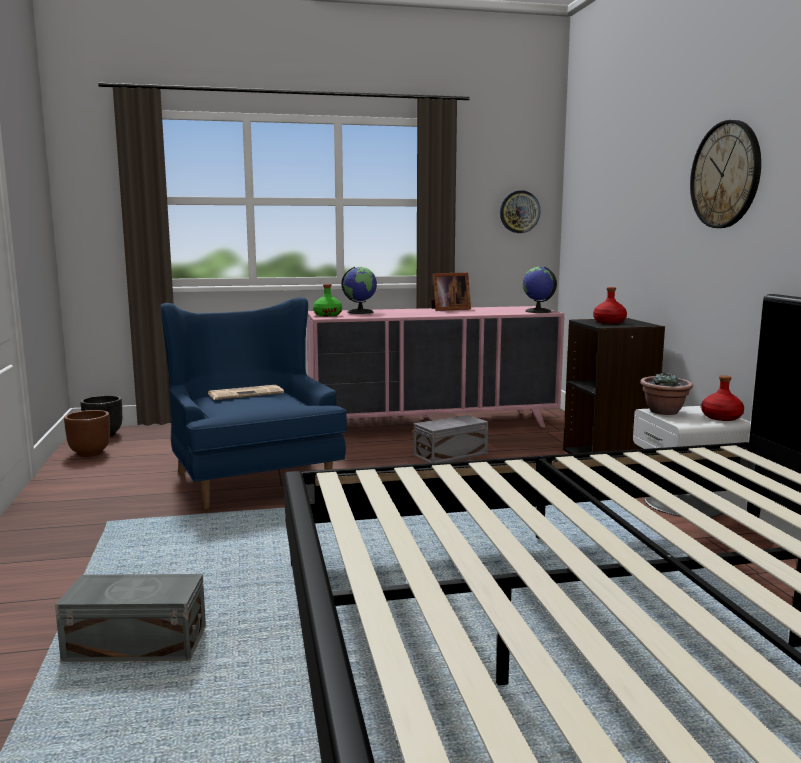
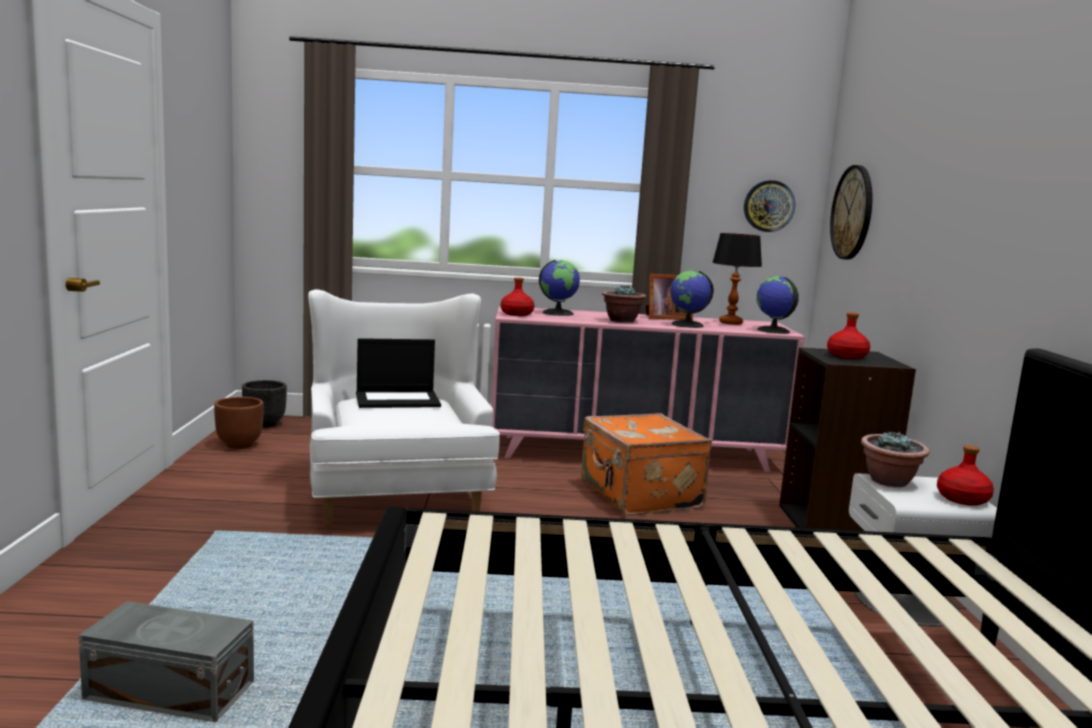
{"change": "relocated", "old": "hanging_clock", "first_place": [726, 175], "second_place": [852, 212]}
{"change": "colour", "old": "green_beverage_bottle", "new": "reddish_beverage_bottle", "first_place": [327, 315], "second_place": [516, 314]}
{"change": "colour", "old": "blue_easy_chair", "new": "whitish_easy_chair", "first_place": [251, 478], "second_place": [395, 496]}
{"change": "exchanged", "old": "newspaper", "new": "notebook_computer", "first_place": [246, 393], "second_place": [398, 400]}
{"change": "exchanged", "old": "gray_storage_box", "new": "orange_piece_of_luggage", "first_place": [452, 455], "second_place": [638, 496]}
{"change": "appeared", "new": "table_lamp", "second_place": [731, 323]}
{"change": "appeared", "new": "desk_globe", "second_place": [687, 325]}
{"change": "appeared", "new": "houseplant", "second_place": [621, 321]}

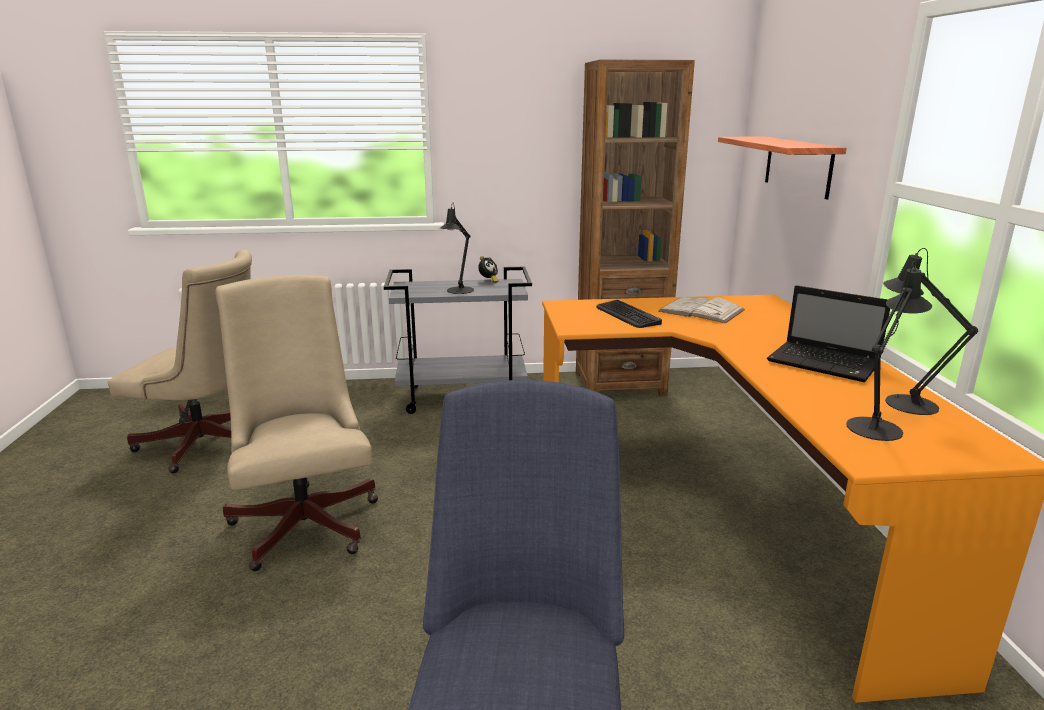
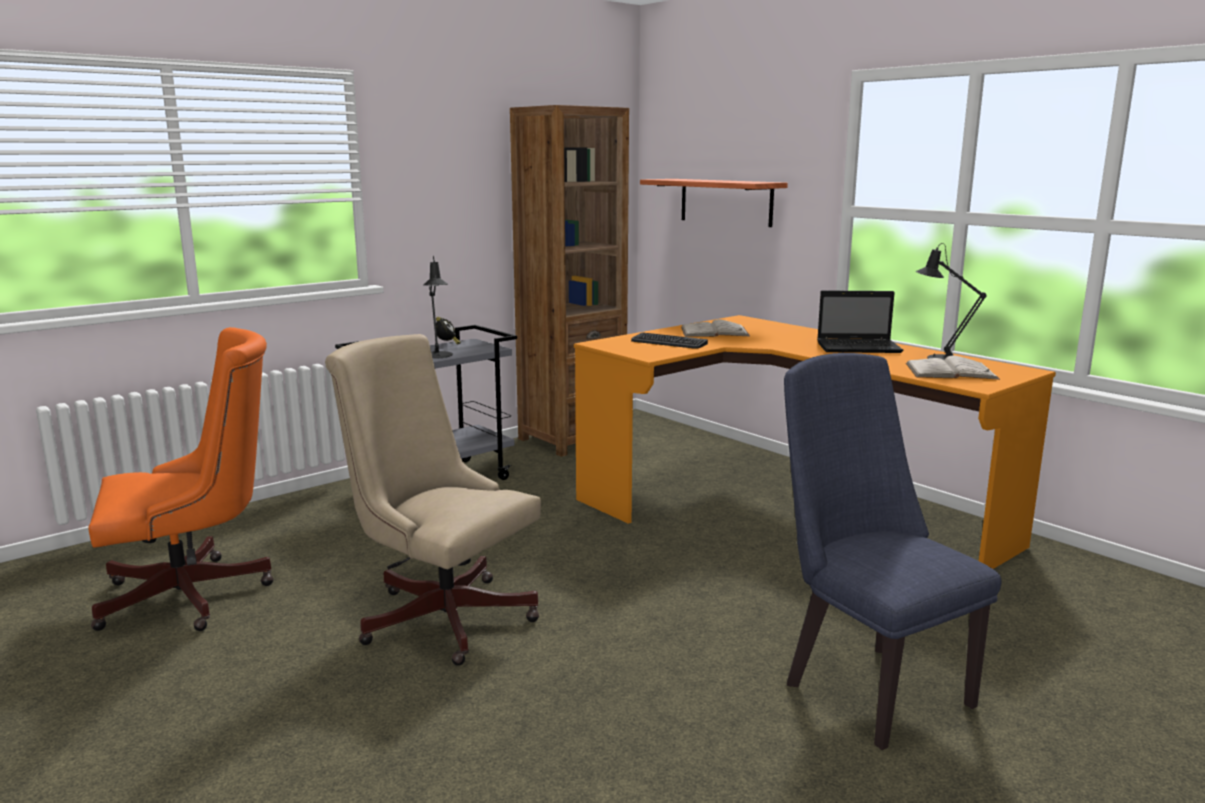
{"change": "colour", "old": "beige_office_chair", "new": "orange_office_chair", "first_place": [208, 444], "second_place": [196, 595]}
{"change": "exchanged", "old": "blackish_table_lamp", "new": "whitish_volume", "first_place": [877, 426], "second_place": [950, 371]}

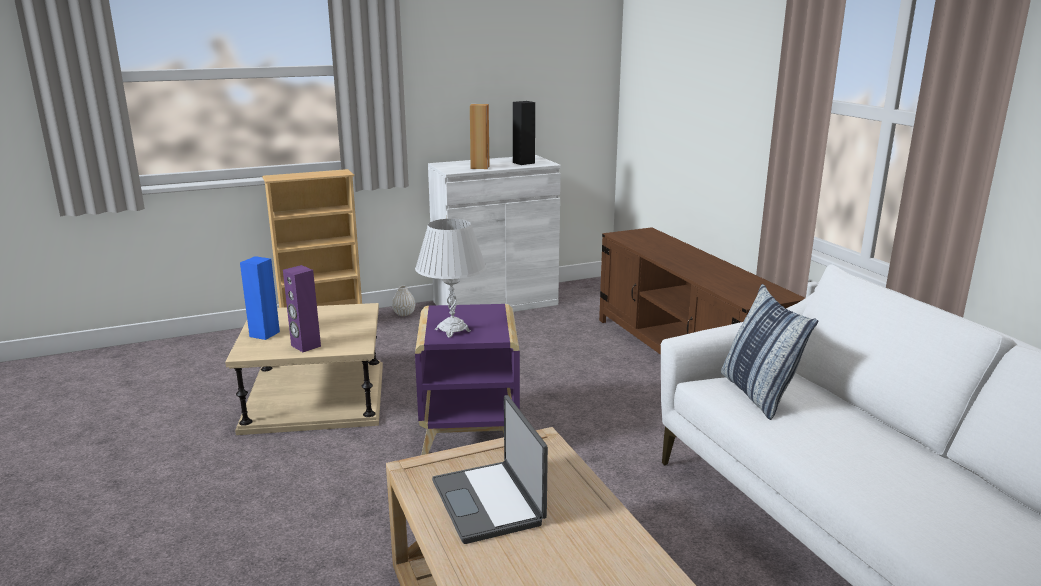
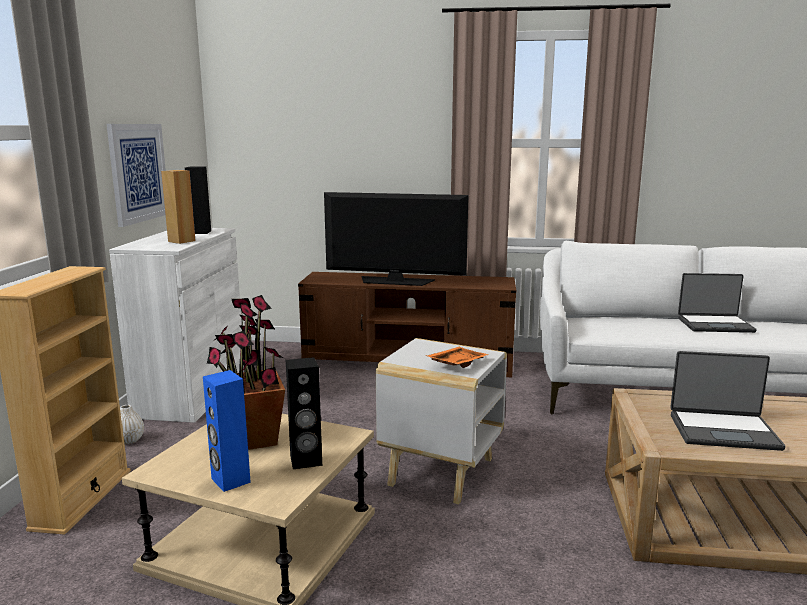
{"change": "exchanged", "old": "whitish_table_lamp", "new": "orange_serving_tray", "first_place": [452, 330], "second_place": [456, 364]}
{"change": "colour", "old": "purplish_speaker", "new": "blackish_speaker", "first_place": [305, 346], "second_place": [306, 461]}
{"change": "missing", "old": "cushion", "first_place": [758, 394]}
{"change": "colour", "old": "purplish_accent_table", "new": "whitish_accent_table", "first_place": [471, 434], "second_place": [441, 470]}
{"change": "appeared", "new": "wall_art", "second_place": [138, 172]}
{"change": "appeared", "new": "television", "second_place": [395, 281]}
{"change": "appeared", "new": "notebook_computer", "second_place": [715, 325]}
{"change": "appeared", "new": "houseplant", "second_place": [252, 439]}

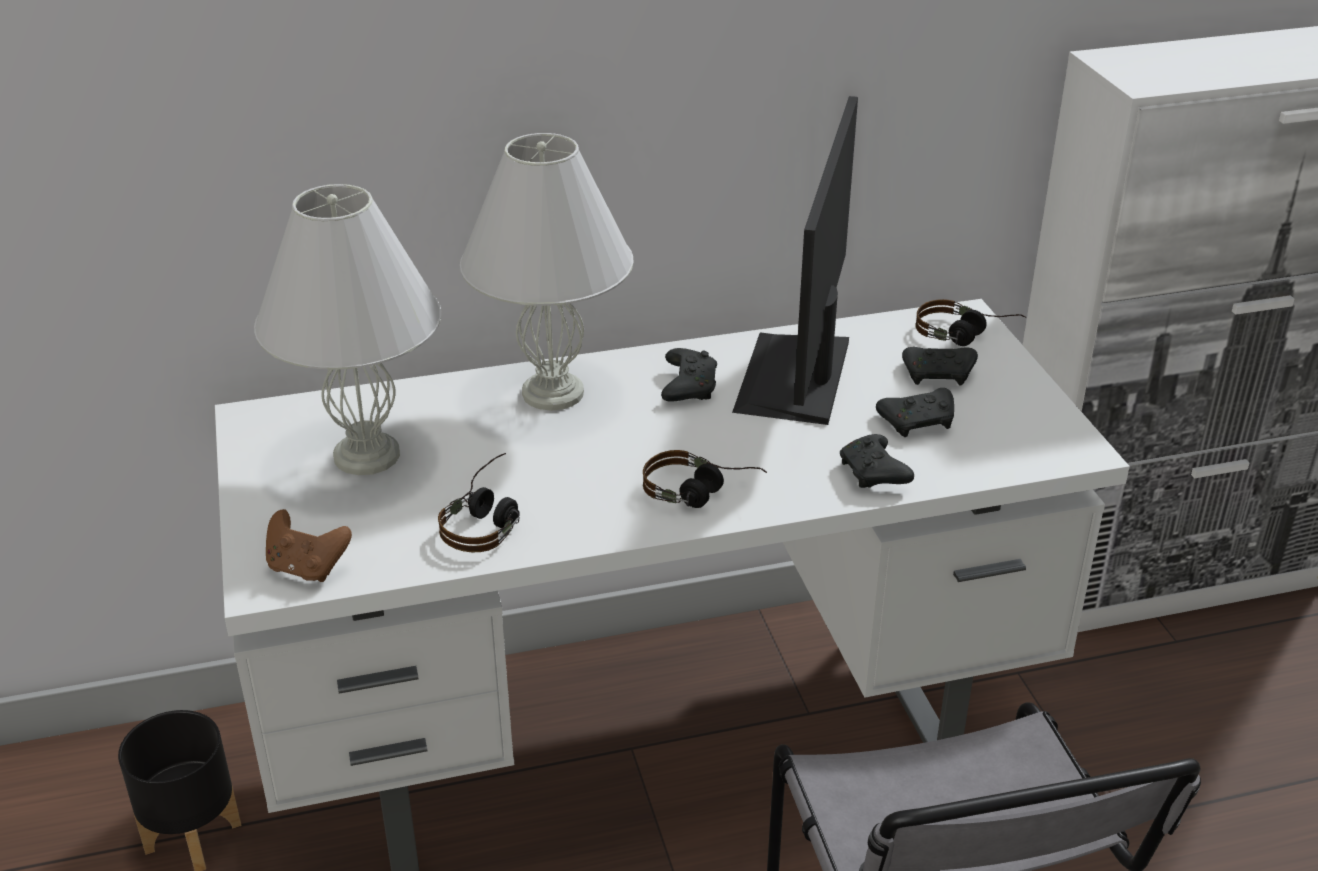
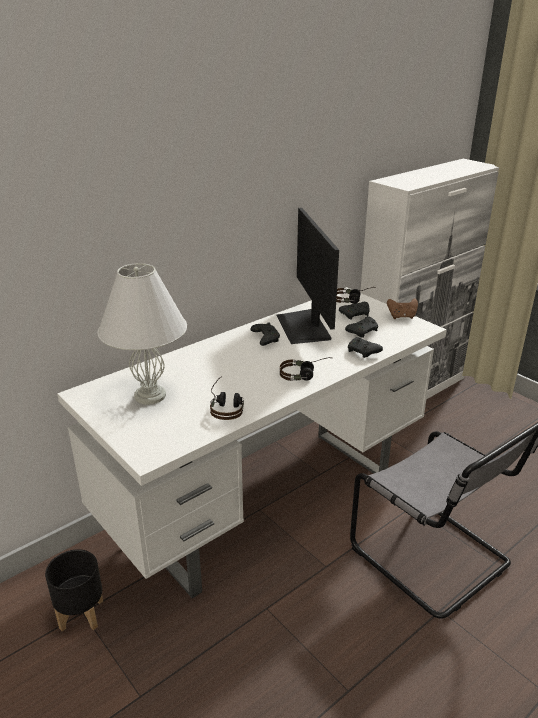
{"change": "missing", "old": "whitish_table_lamp", "first_place": [552, 392]}
{"change": "relocated", "old": "brownish_joypad", "first_place": [307, 568], "second_place": [402, 317]}

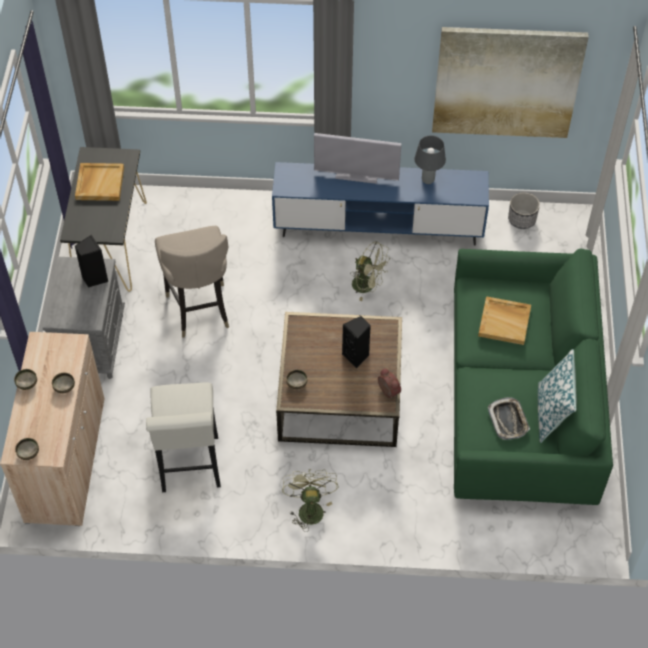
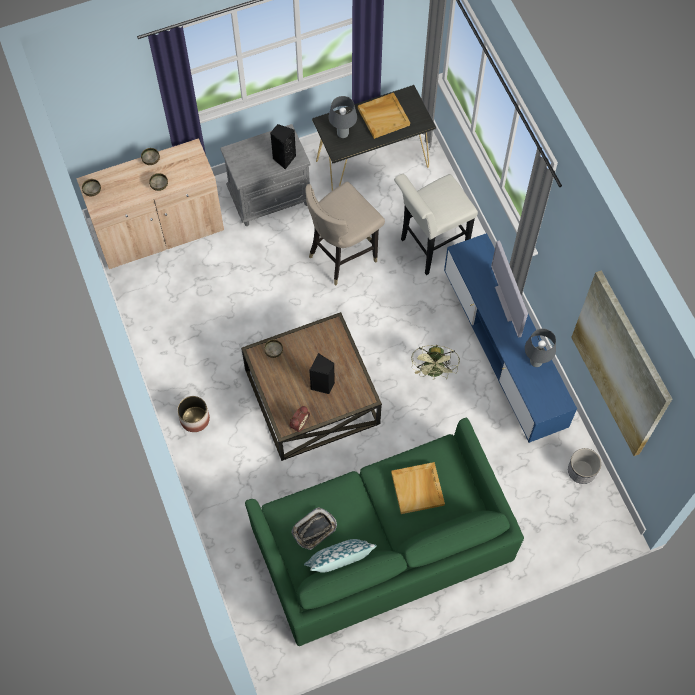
{"change": "relocated", "old": "whitish_sitting_stool", "first_place": [190, 469], "second_place": [429, 248]}
{"change": "exchanged", "old": "green_fan", "new": "planter", "first_place": [309, 508], "second_place": [194, 419]}
{"change": "appeared", "new": "gray_table_lamp", "second_place": [342, 134]}

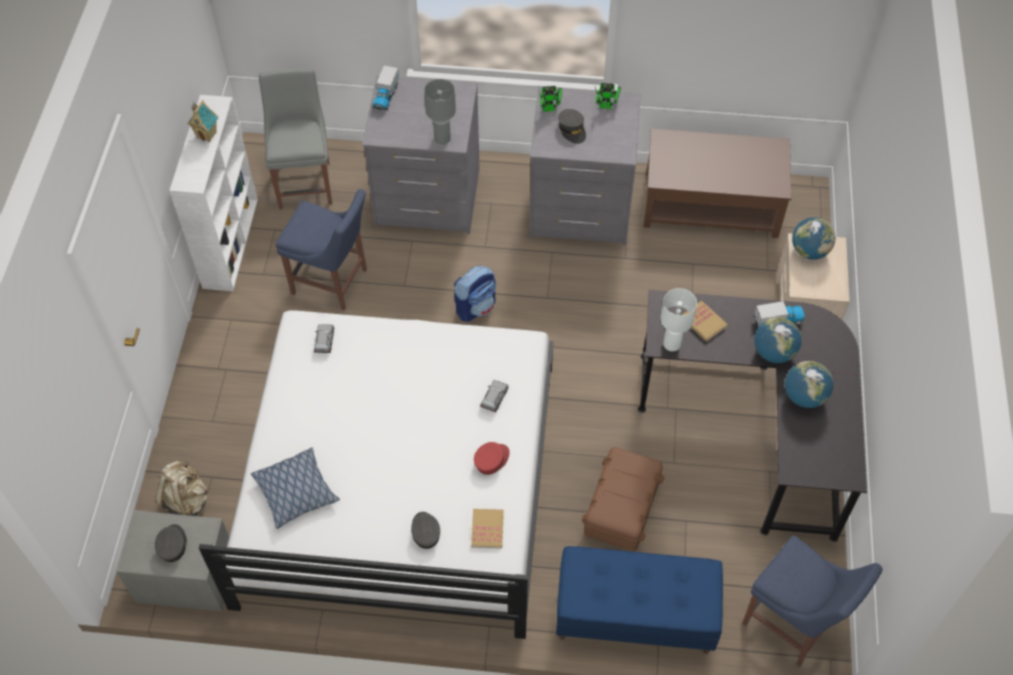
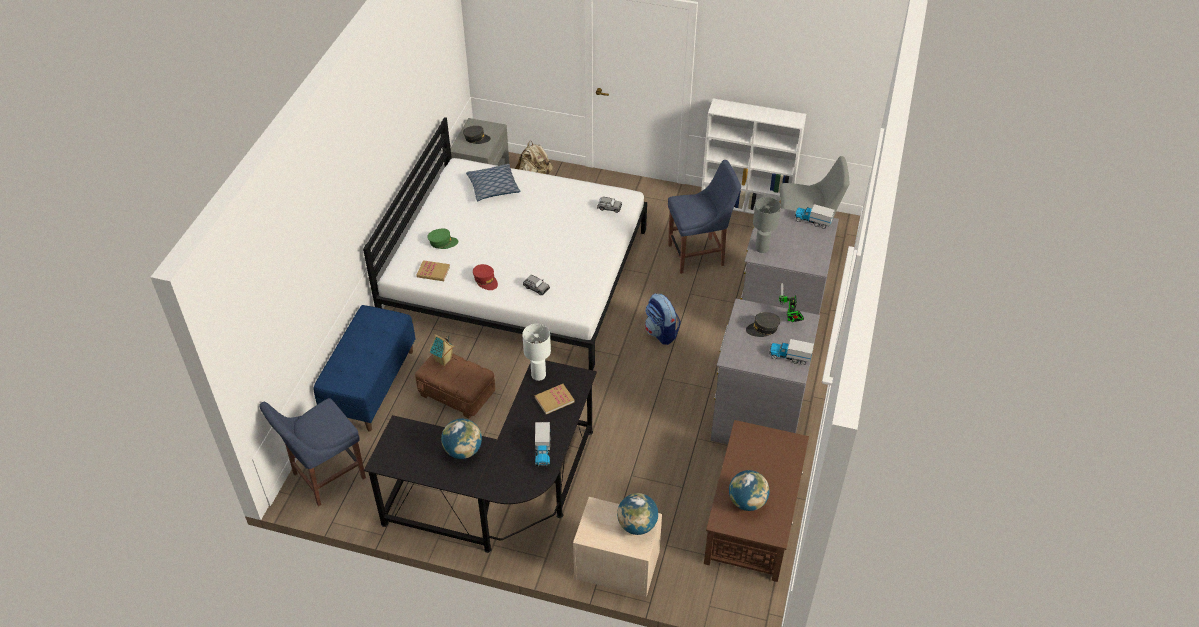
{"change": "exchanged", "old": "model_robot", "new": "toy_lorry", "first_place": [607, 106], "second_place": [790, 357]}
{"change": "relocated", "old": "toy_house", "first_place": [207, 135], "second_place": [443, 360]}
{"change": "spun", "old": "blue_chair", "first_place": [333, 283], "second_place": [699, 255], "degrees": -135}
{"change": "relocated", "old": "desk_globe", "first_place": [773, 352], "second_place": [747, 501]}
{"change": "colour", "old": "gray_cap", "new": "green_cap", "first_place": [425, 532], "second_place": [442, 242]}

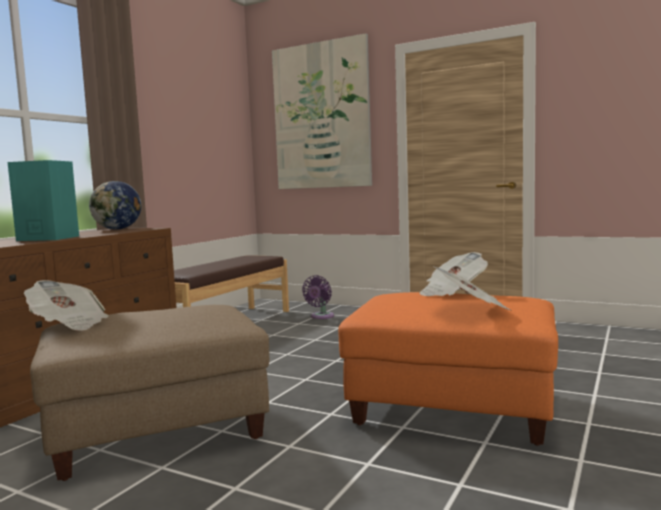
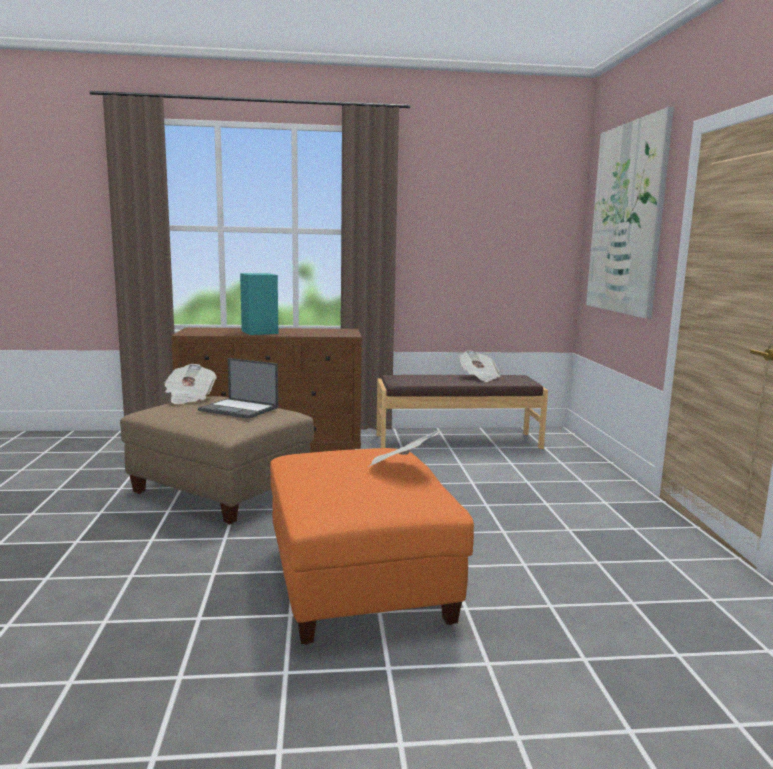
{"change": "missing", "old": "desk_globe", "first_place": [117, 229]}
{"change": "relocated", "old": "newspaper", "first_place": [472, 308], "second_place": [479, 377]}
{"change": "missing", "old": "purplish_fan", "first_place": [321, 316]}
{"change": "appeared", "new": "notebook_computer", "second_place": [240, 409]}

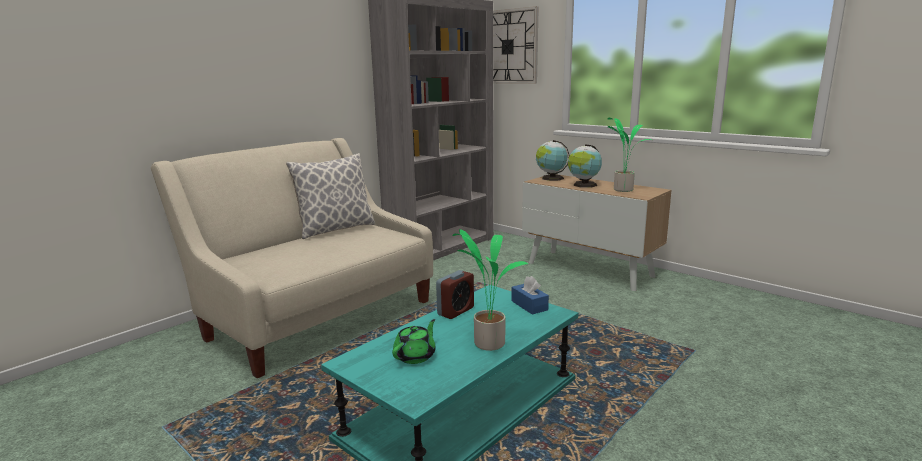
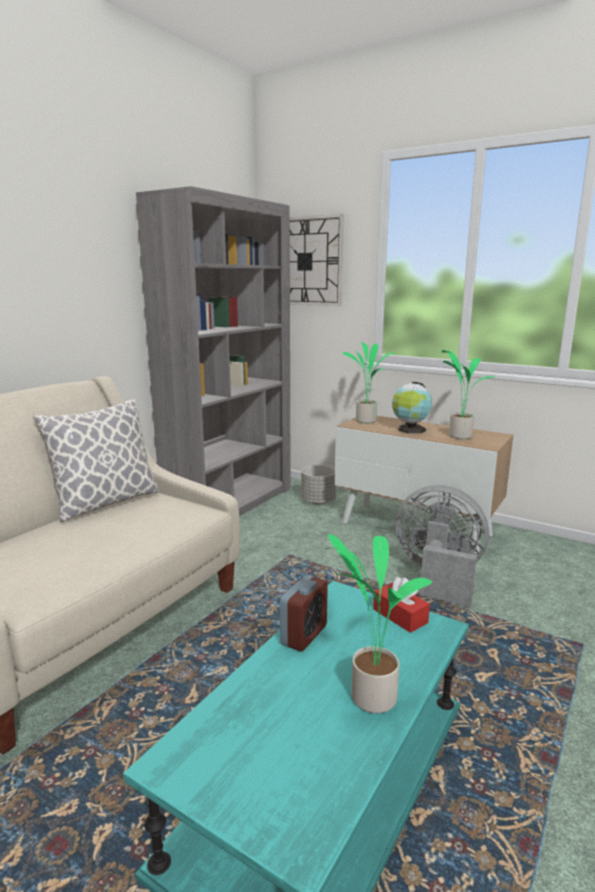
{"change": "exchanged", "old": "desk_globe", "new": "houseplant", "first_place": [551, 178], "second_place": [366, 421]}
{"change": "colour", "old": "blue_tissue_holder", "new": "reddish_tissue_holder", "first_place": [529, 305], "second_place": [400, 616]}
{"change": "missing", "old": "green_tea_pot", "first_place": [415, 356]}
{"change": "appeared", "new": "gray_planter", "second_place": [318, 501]}
{"change": "appeared", "new": "gray_fan", "second_place": [438, 576]}

